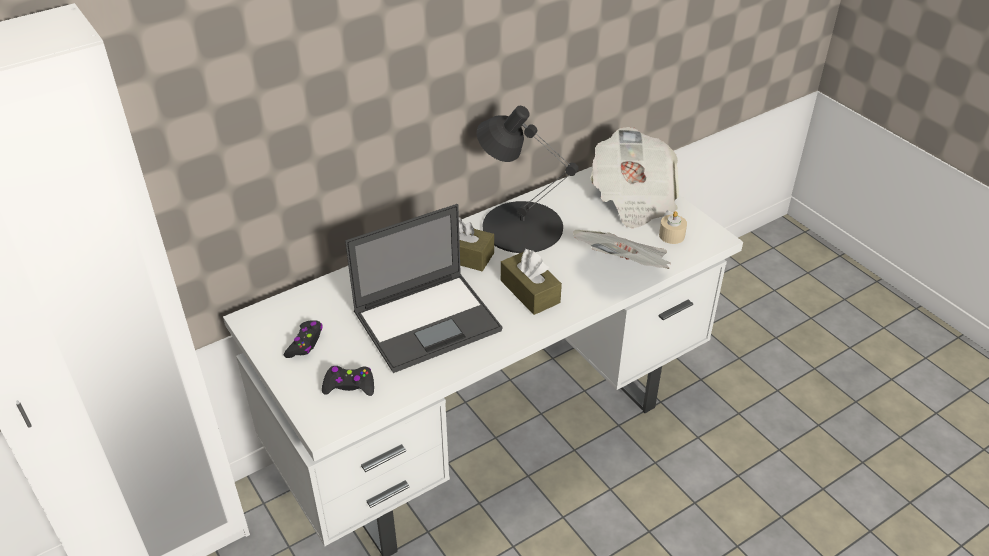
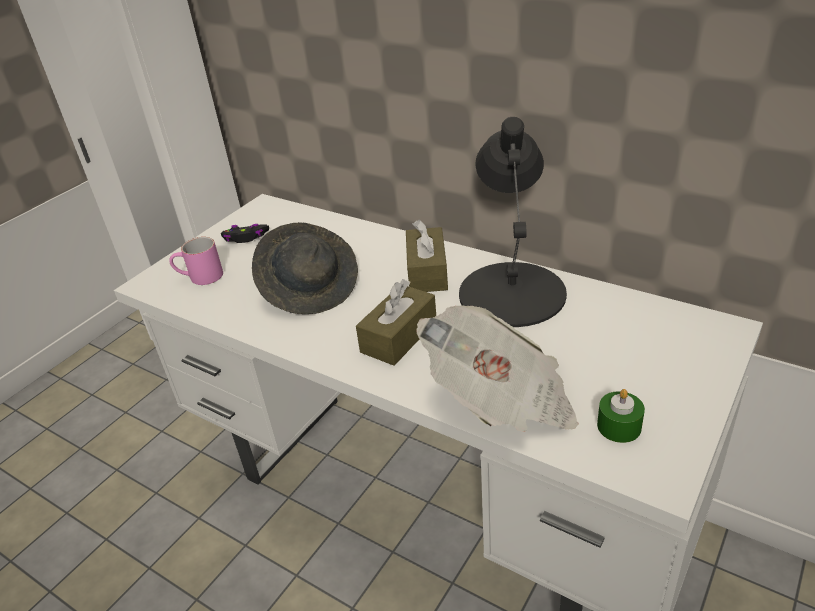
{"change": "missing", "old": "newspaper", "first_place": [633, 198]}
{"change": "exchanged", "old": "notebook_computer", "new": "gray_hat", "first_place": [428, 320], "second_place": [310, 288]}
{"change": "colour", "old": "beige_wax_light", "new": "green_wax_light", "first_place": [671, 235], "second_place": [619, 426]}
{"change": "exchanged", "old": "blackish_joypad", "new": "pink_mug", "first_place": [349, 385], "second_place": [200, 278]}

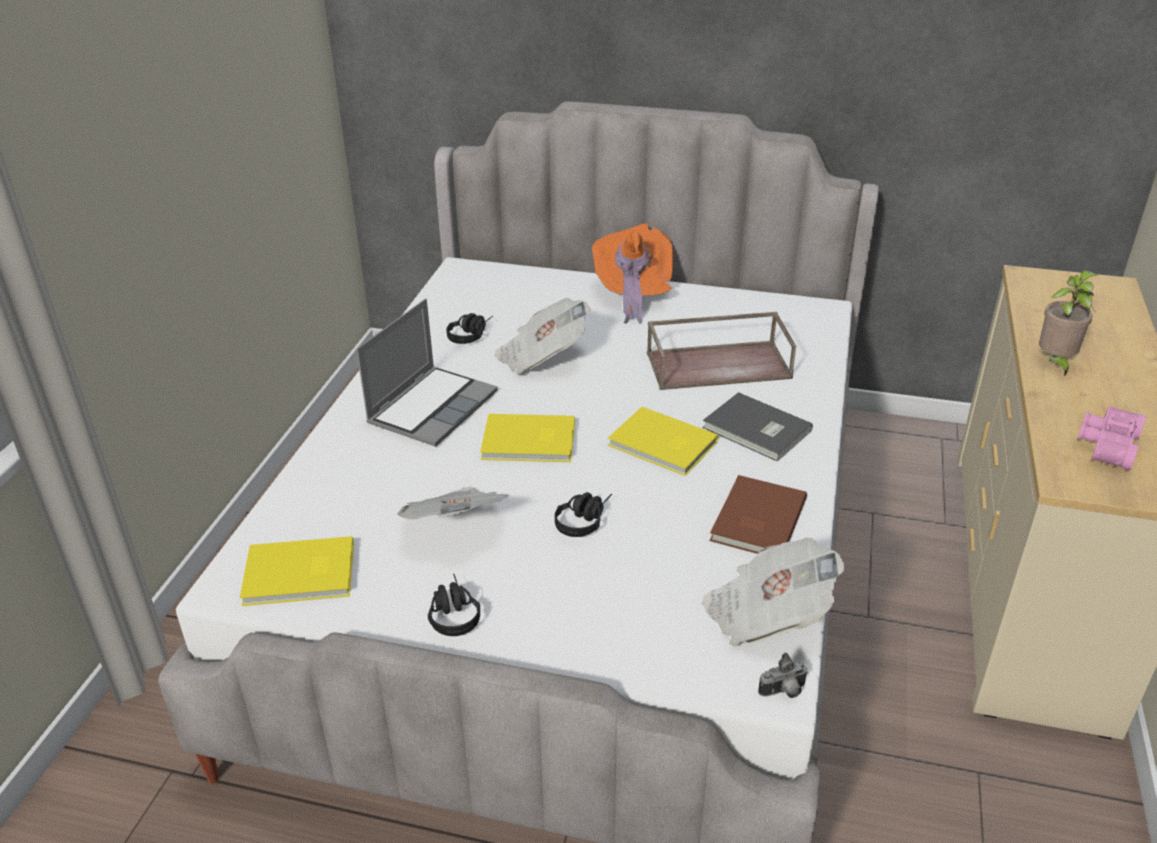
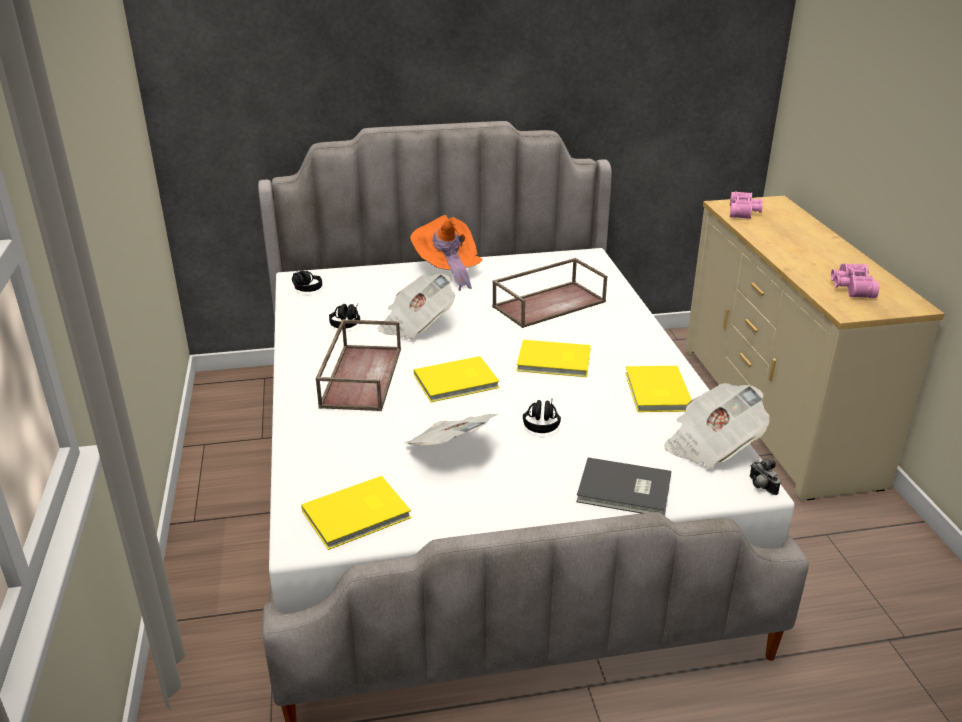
{"change": "missing", "old": "houseplant", "first_place": [1055, 363]}
{"change": "exchanged", "old": "notebook_computer", "new": "brownish_serving_tray", "first_place": [432, 407], "second_place": [360, 376]}
{"change": "relocated", "old": "gray_volume", "first_place": [756, 431], "second_place": [625, 491]}
{"change": "colour", "old": "brownish_volume", "new": "yellow-coloured_volume", "first_place": [755, 520], "second_place": [656, 392]}
{"change": "relocated", "old": "blackish_pair_of_headphones", "first_place": [452, 612], "second_place": [304, 287]}
{"change": "spun", "old": "photo_camera", "first_place": [783, 692], "second_place": [760, 486], "degrees": 105}
{"change": "appeared", "new": "pink_field_glasses", "second_place": [744, 212]}

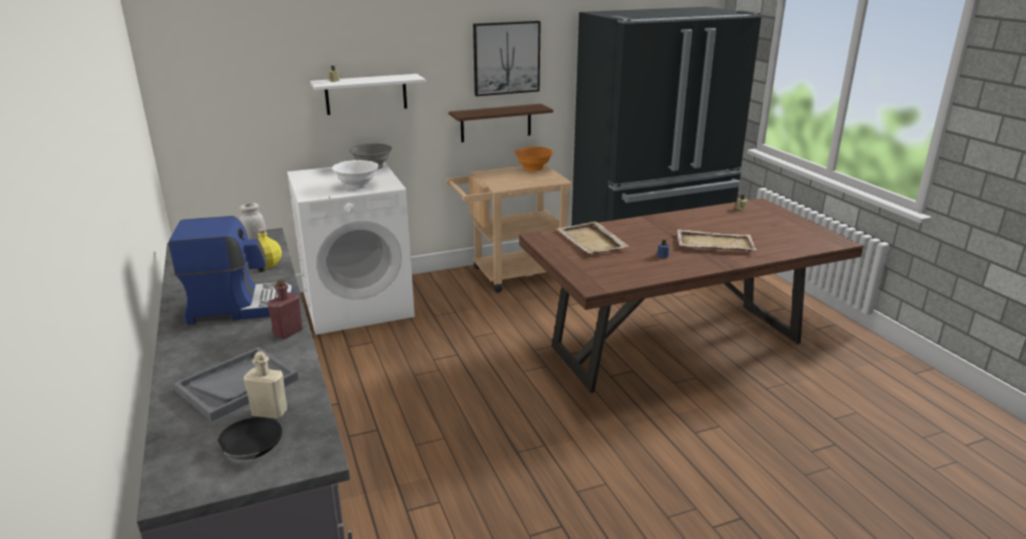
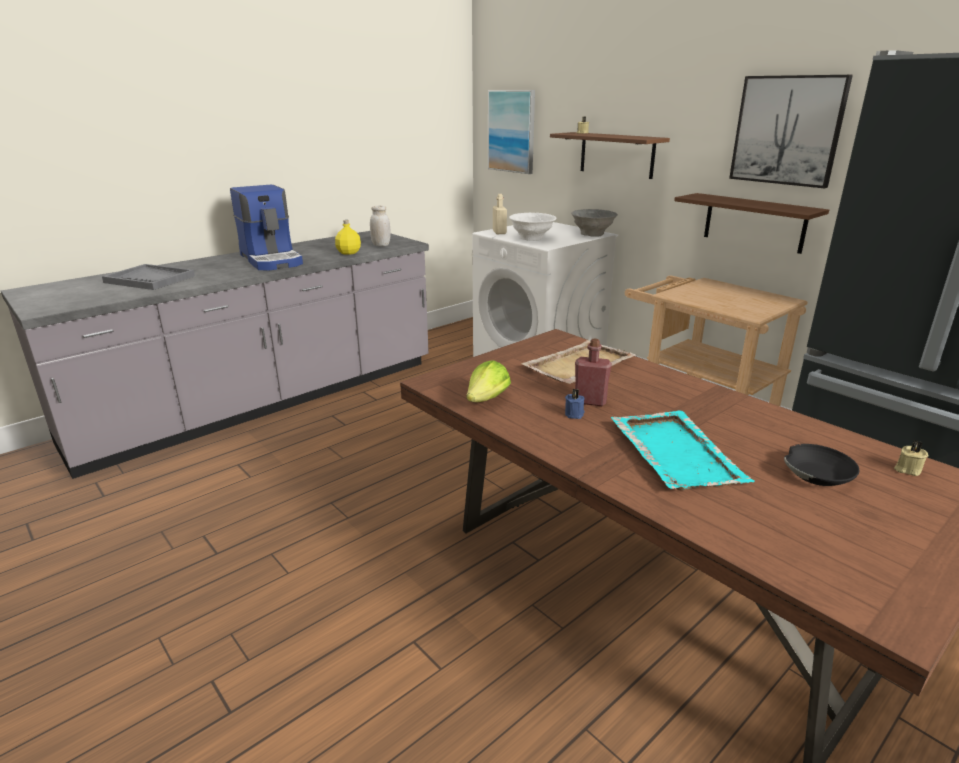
{"change": "colour", "old": "whitish_shelf", "new": "brownish_shelf", "first_place": [366, 94], "second_place": [616, 155]}
{"change": "missing", "old": "orange_deep_dish", "first_place": [533, 168]}
{"change": "colour", "old": "beige_serving_tray", "new": "blue-green_serving_tray", "first_place": [714, 243], "second_place": [675, 452]}
{"change": "relocated", "old": "reddish_beverage_bottle", "first_place": [288, 332], "second_place": [590, 401]}
{"change": "relocated", "old": "beige_beverage_bottle", "first_place": [269, 412], "second_place": [499, 232]}
{"change": "relocated", "old": "blackish_deep_dish", "first_place": [252, 446], "second_place": [818, 474]}
{"change": "appeared", "new": "wall_art", "second_place": [511, 131]}
{"change": "appeared", "new": "lettuce_head", "second_place": [487, 399]}

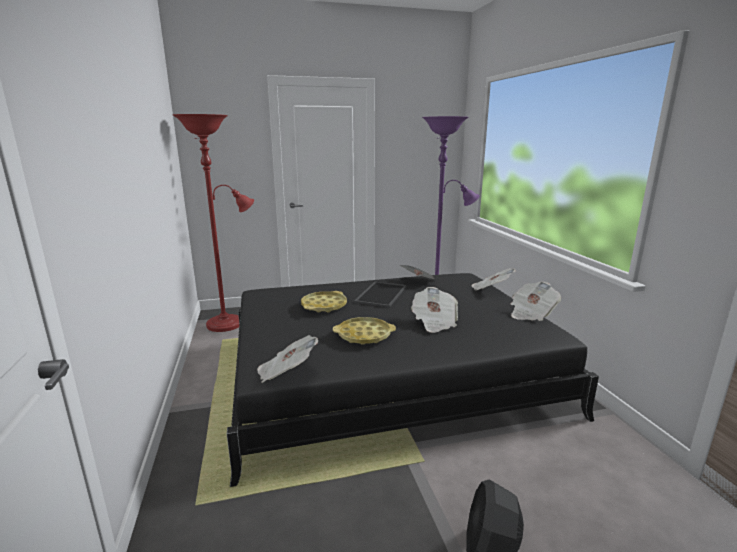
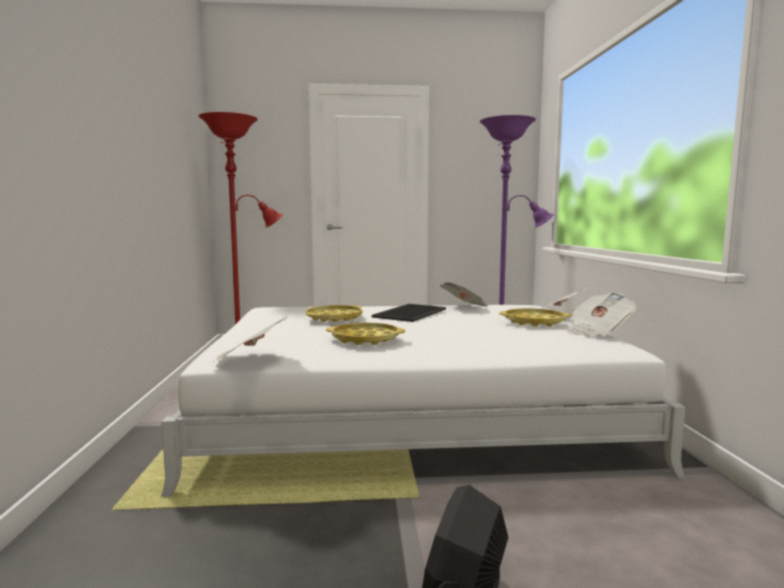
{"change": "colour", "old": "blackish_bed", "new": "whitish_bed", "first_place": [388, 375], "second_place": [410, 412]}
{"change": "missing", "old": "newspaper", "first_place": [434, 322]}
{"change": "appeared", "new": "yellow-coloured_serving_tray", "second_place": [534, 322]}

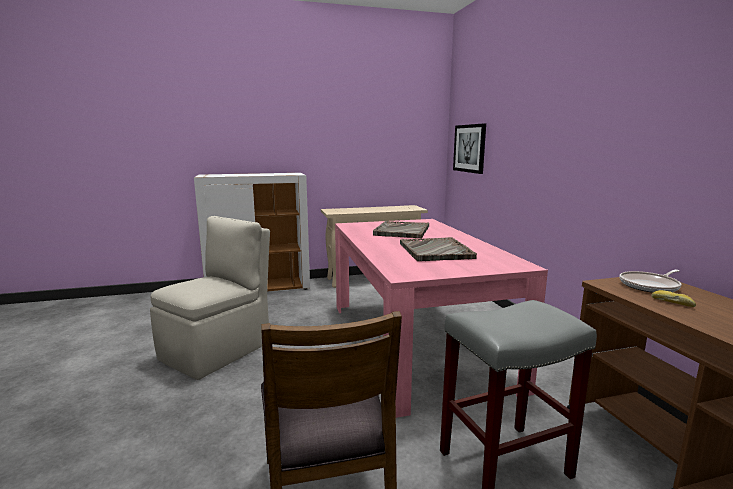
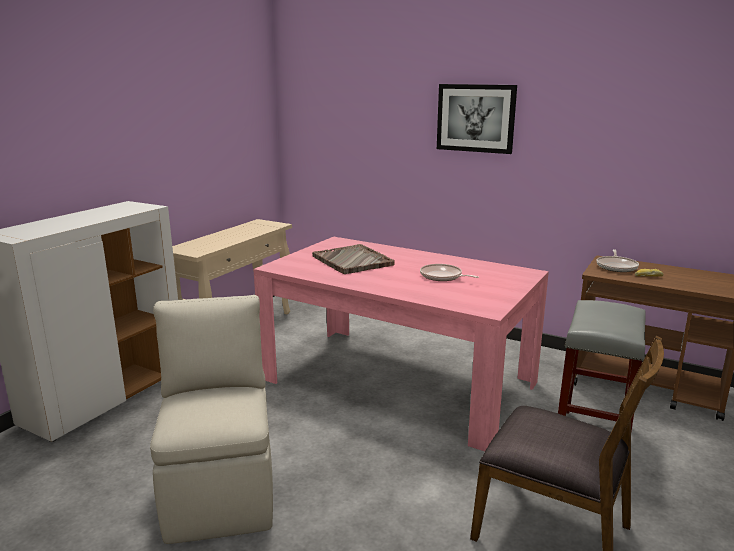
{"change": "relocated", "old": "wall_art", "first_place": [469, 148], "second_place": [475, 118]}
{"change": "exchanged", "old": "gray_serving_tray", "new": "pan", "first_place": [435, 251], "second_place": [442, 276]}

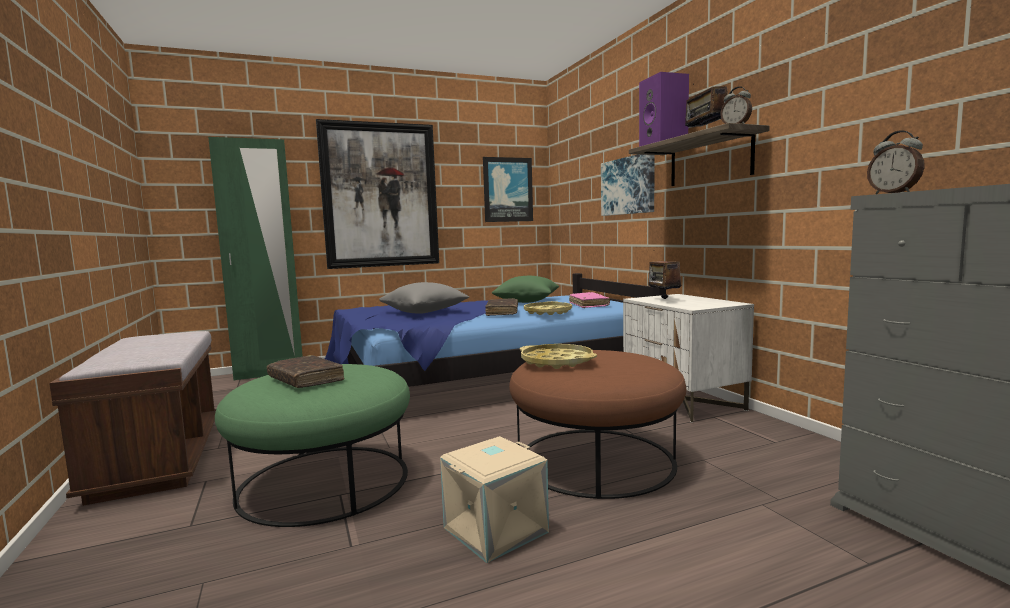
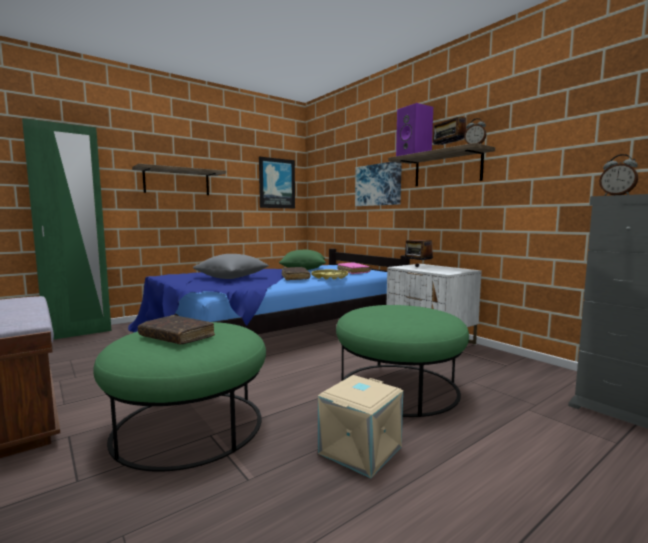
{"change": "exchanged", "old": "wall_art", "new": "shelf", "first_place": [380, 195], "second_place": [177, 182]}
{"change": "missing", "old": "yellow-coloured_serving_tray", "first_place": [557, 362]}
{"change": "colour", "old": "brownish_ottoman", "new": "green_ottoman", "first_place": [596, 460], "second_place": [399, 387]}

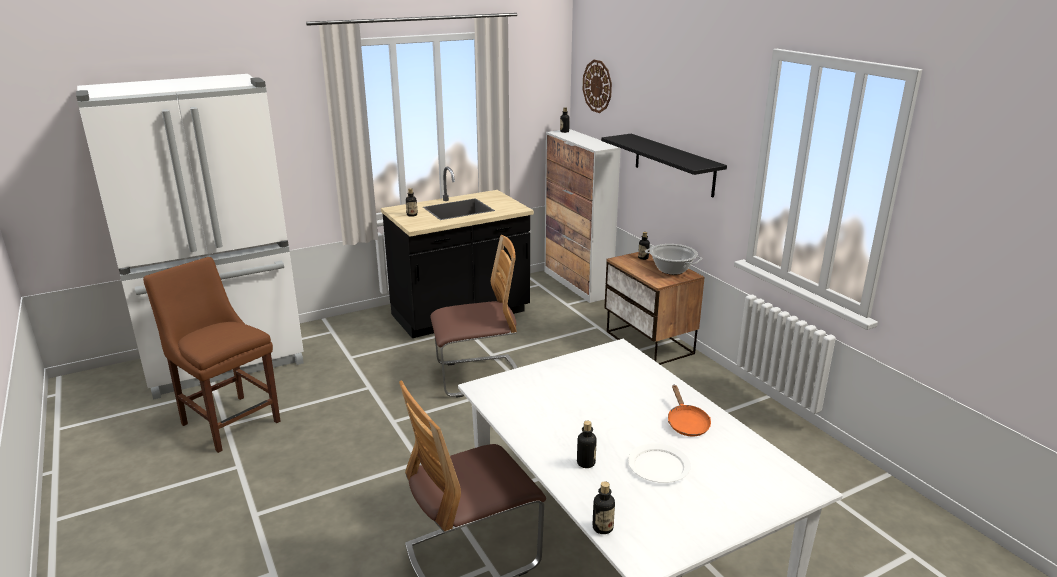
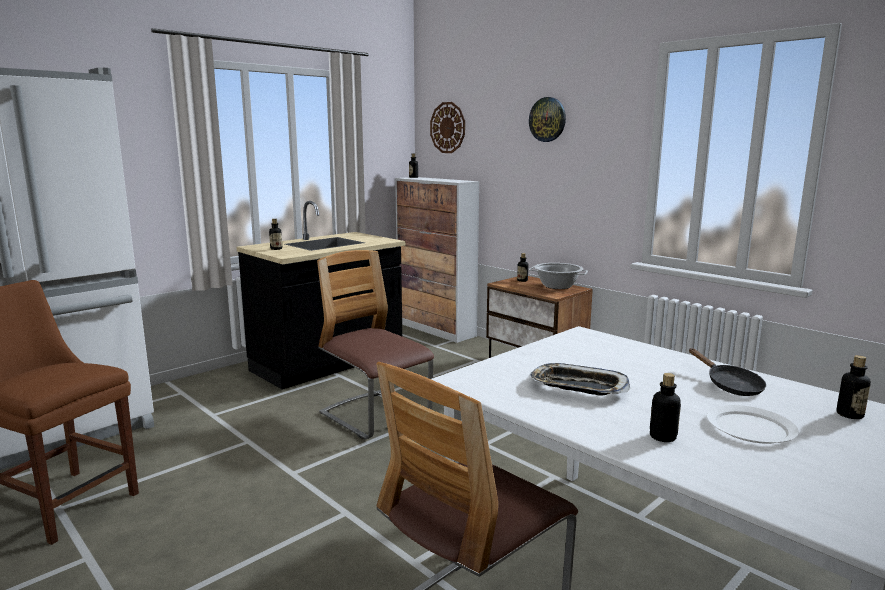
{"change": "missing", "old": "blackish_shelf", "first_place": [674, 164]}
{"change": "spun", "old": "chair", "first_place": [478, 377], "second_place": [375, 416], "degrees": -105}
{"change": "colour", "old": "orange_pan", "new": "blackish_pan", "first_place": [686, 423], "second_place": [730, 385]}
{"change": "relocated", "old": "beverage_bottle", "first_place": [602, 527], "second_place": [849, 415]}
{"change": "appeared", "new": "hanging_clock", "second_place": [547, 119]}
{"change": "appeared", "new": "serving_tray", "second_place": [578, 386]}

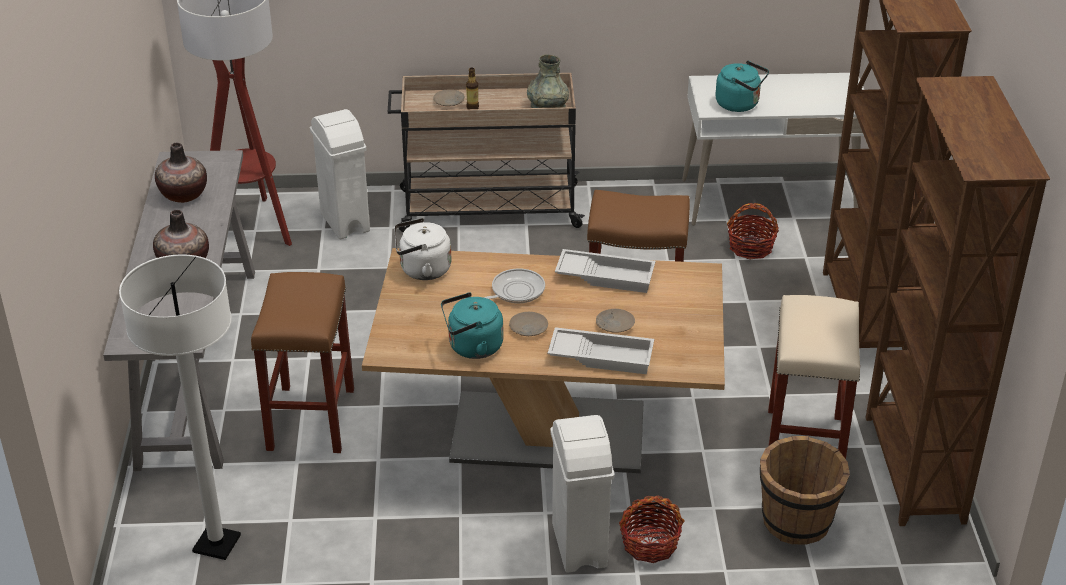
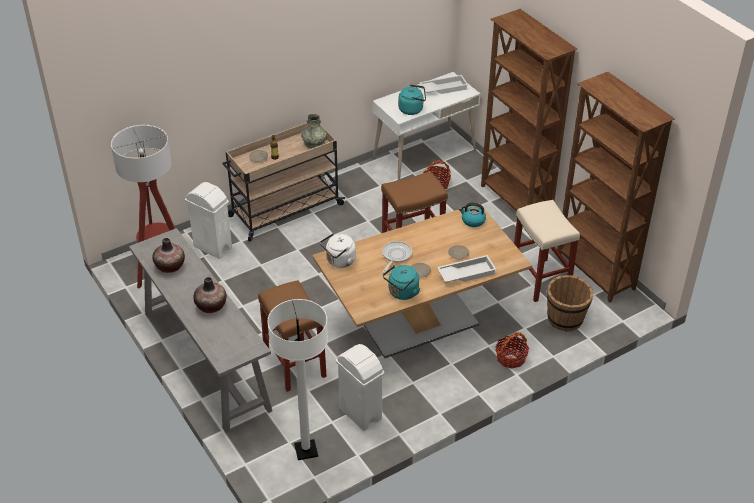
{"change": "relocated", "old": "whitish_serving_tray", "first_place": [606, 275], "second_place": [443, 88]}
{"change": "relocated", "old": "whitish_waste_bin", "first_place": [579, 546], "second_place": [360, 414]}
{"change": "appeared", "new": "tea_kettle", "second_place": [472, 221]}

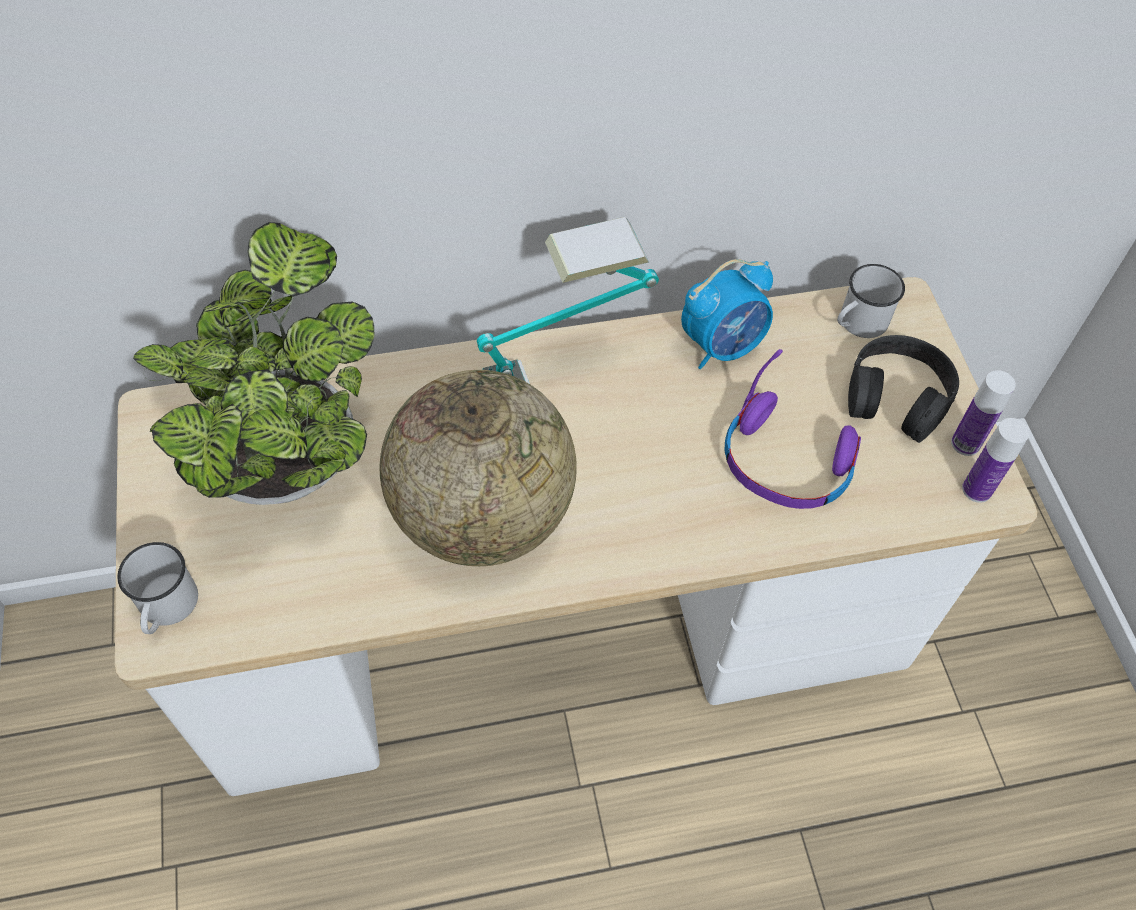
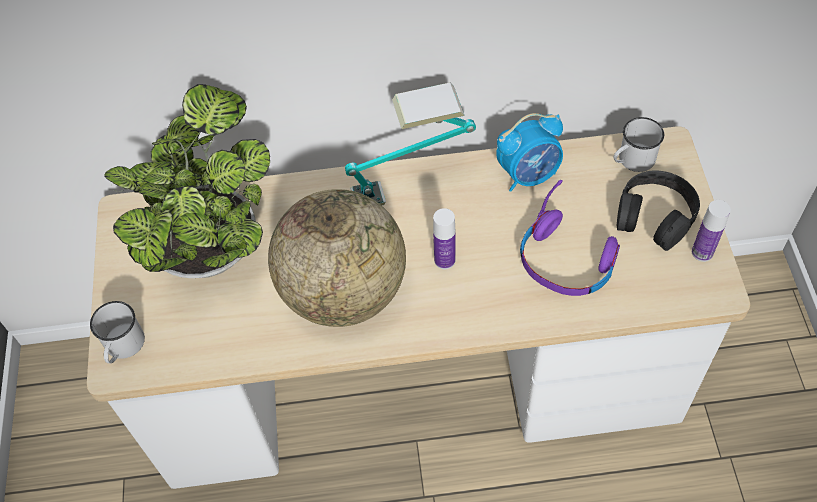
{"change": "relocated", "old": "beverage_bottle", "first_place": [977, 490], "second_place": [444, 260]}

